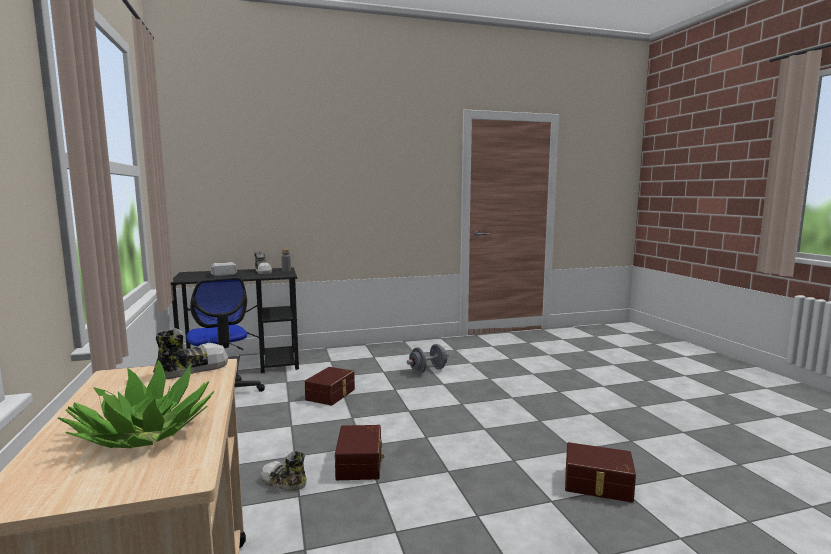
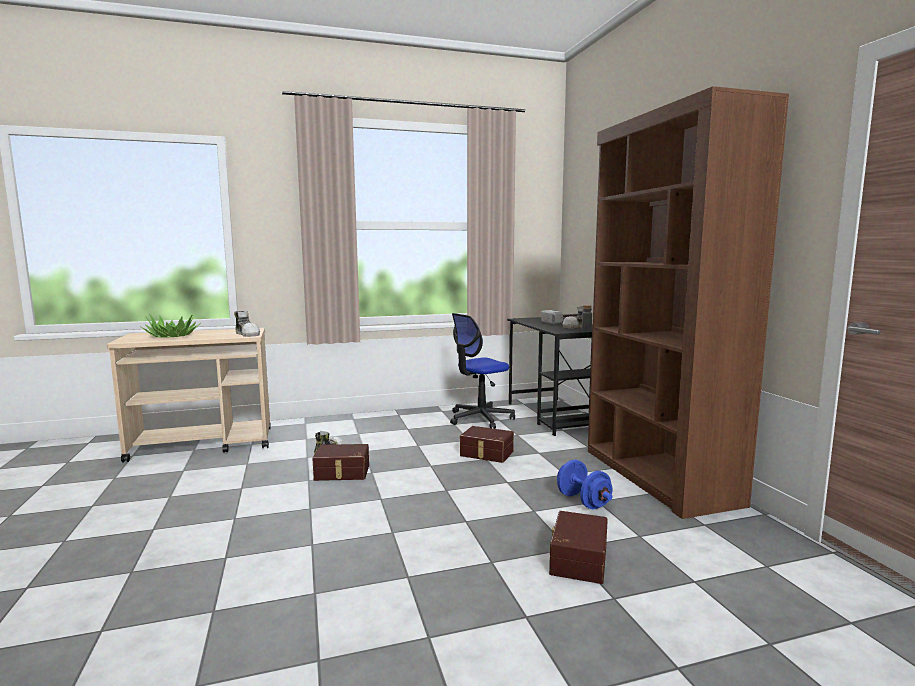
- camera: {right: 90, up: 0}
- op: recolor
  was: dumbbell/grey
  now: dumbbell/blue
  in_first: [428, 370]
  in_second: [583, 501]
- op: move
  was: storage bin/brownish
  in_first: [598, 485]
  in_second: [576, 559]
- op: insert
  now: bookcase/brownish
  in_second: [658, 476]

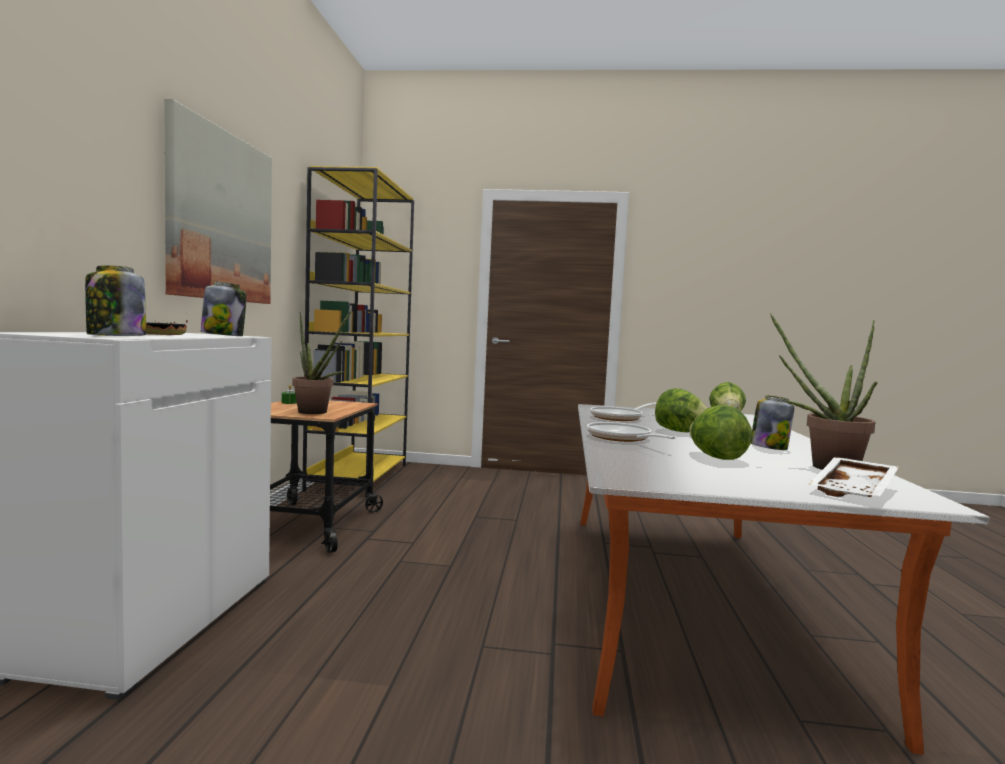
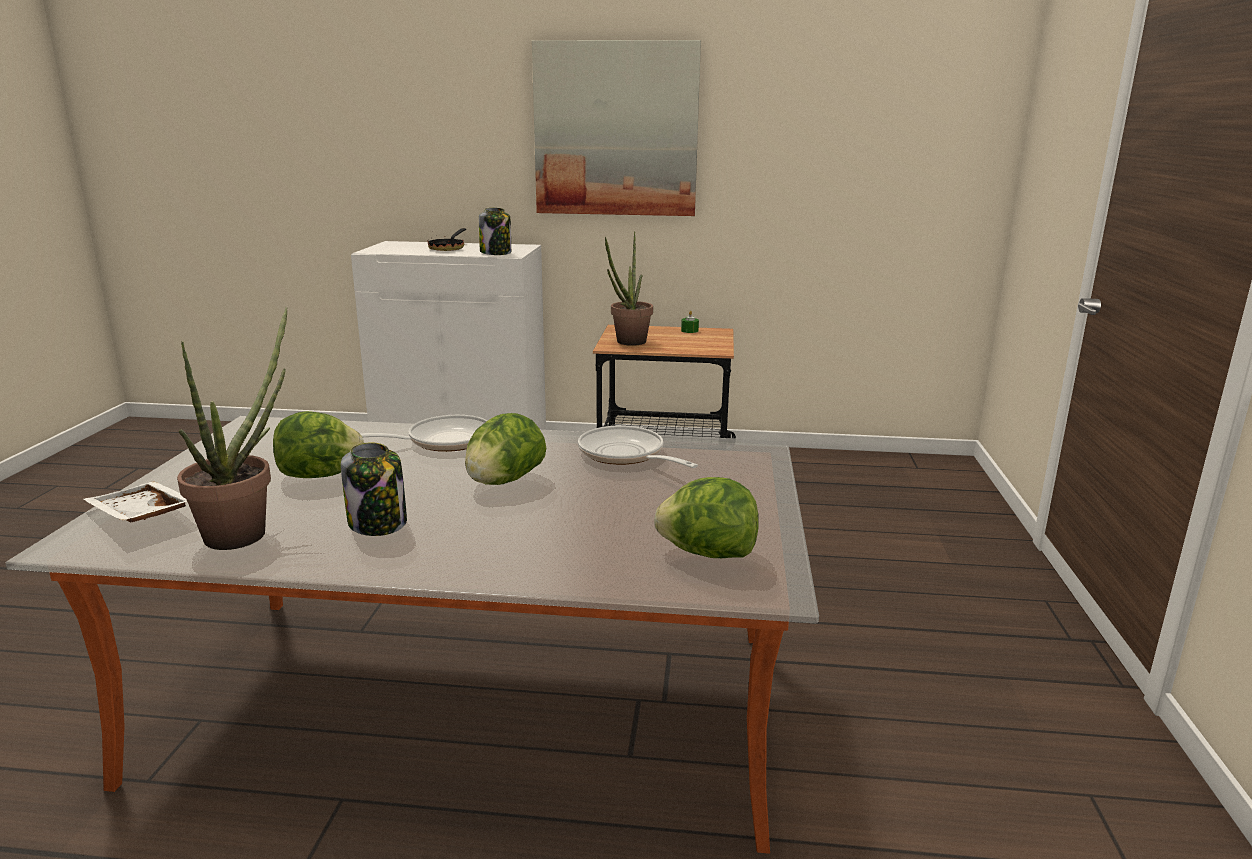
- camera: {right: 90, up: 15}
- op: delete
  was: bookcase/yellow-coloured
  in_first: [358, 477]
- op: delete
  was: storage jar
  in_first: [115, 336]

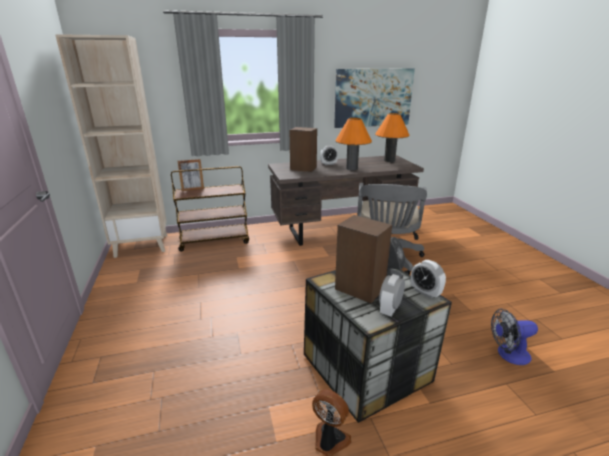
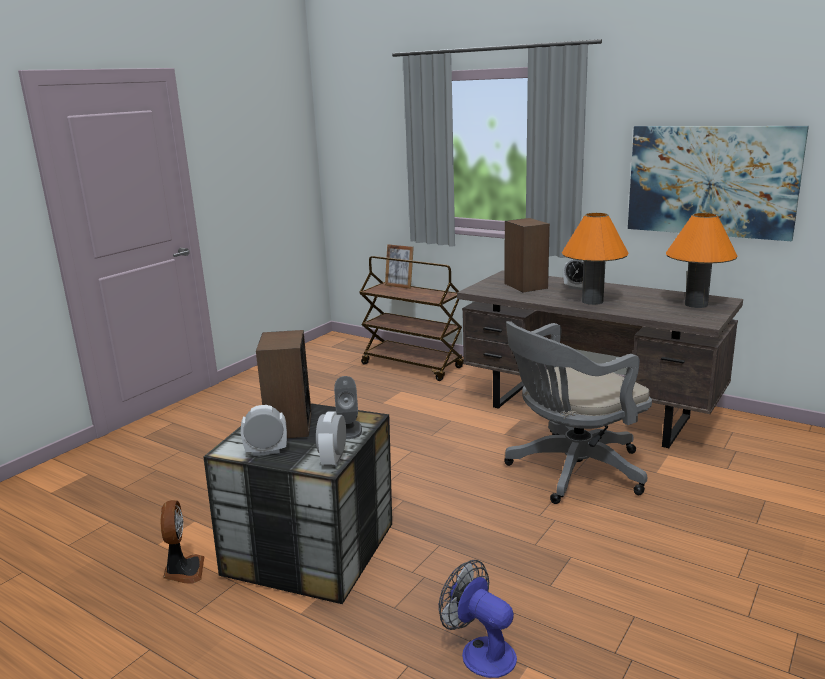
- camera: {right: 50, up: -5}
- op: delete
  was: bookcase/sand-coloured
  in_first: [142, 245]

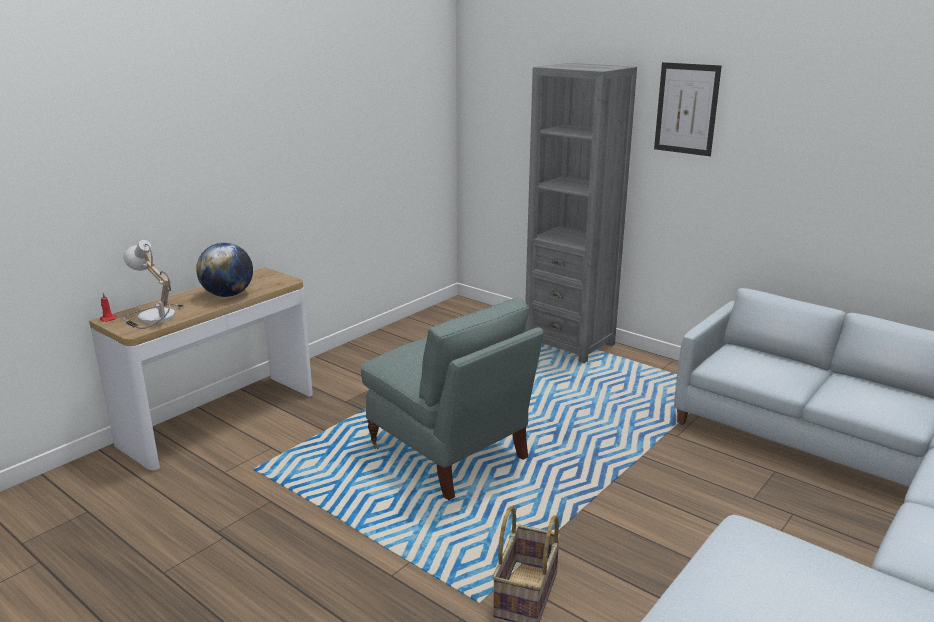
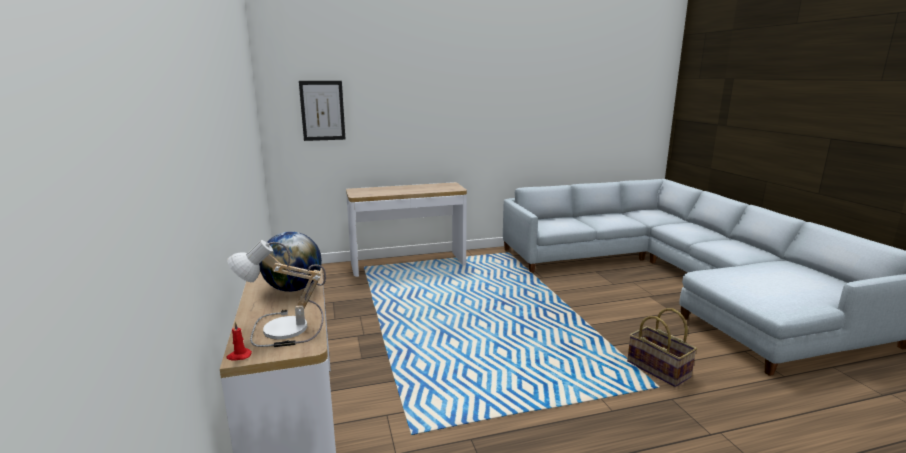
- camera: {right: -55, up: -5}
- op: move
  was: wall picture
  in_first: [686, 109]
  in_second: [322, 110]
- op: replace
  was: bookcase/grey
  now: narrow table
  in_first: [569, 344]
  in_second: [408, 264]
- op: delete
  was: easy chair/grey
  in_first: [448, 454]

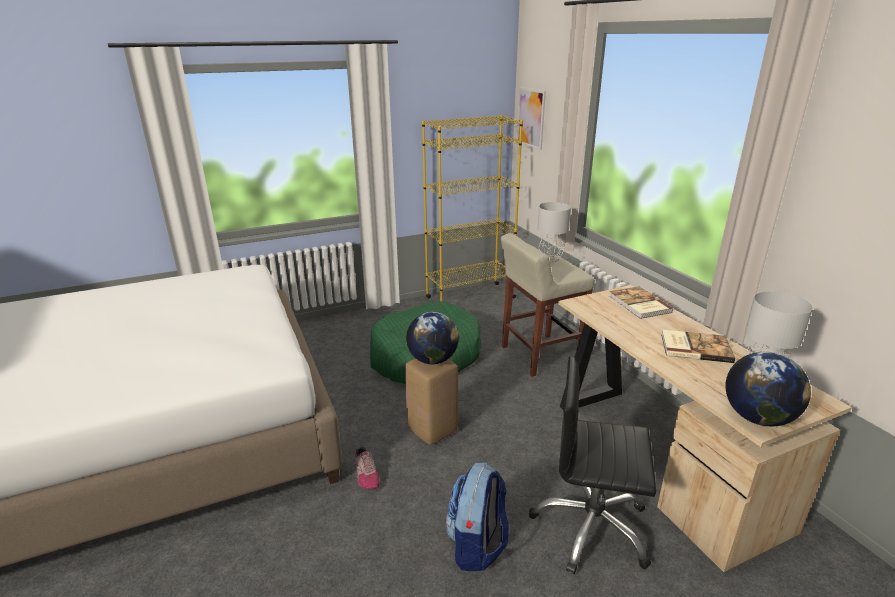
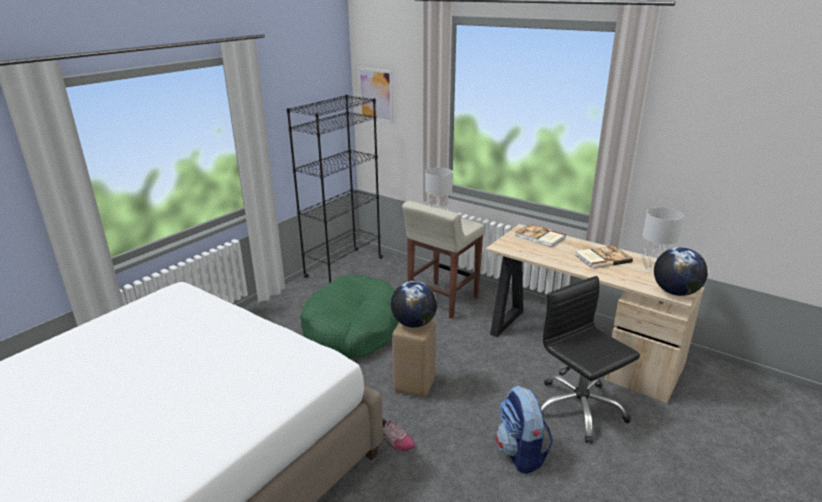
- camera: {right: -30, up: 0}
- op: recolor
  was: bookcase/yellow-coloured
  now: bookcase/black-coloured
  in_first: [470, 298]
  in_second: [343, 267]
- op: rotate
  was: office chair/black-coloured
  in_first: [591, 527]
  in_second: [578, 409]
  clockwise: 75

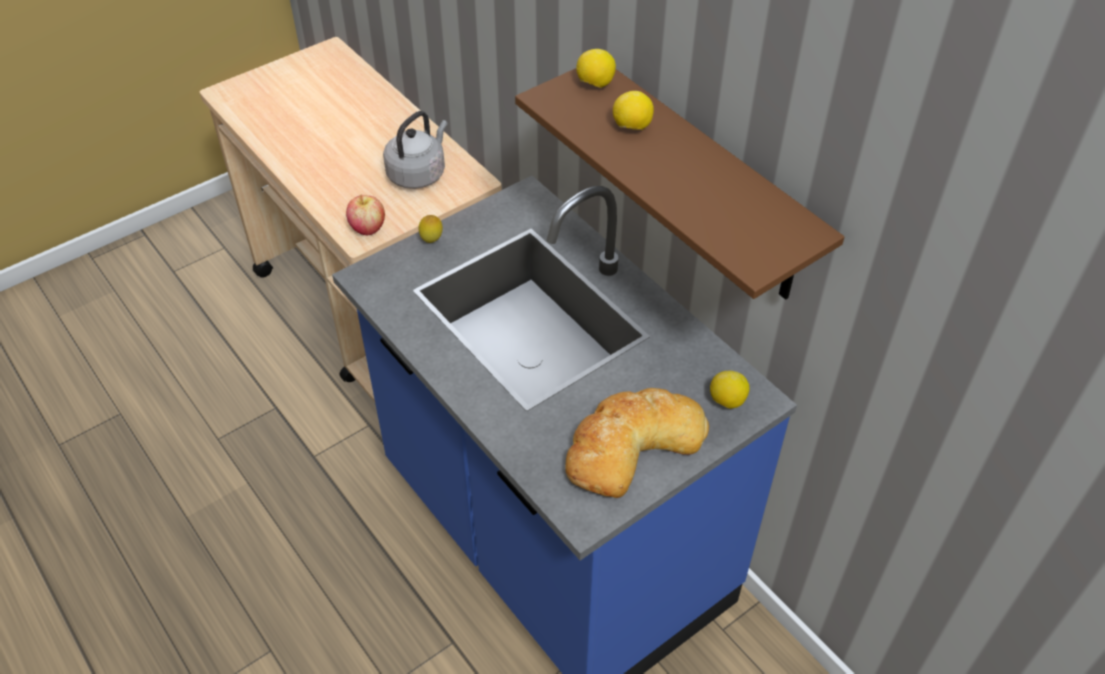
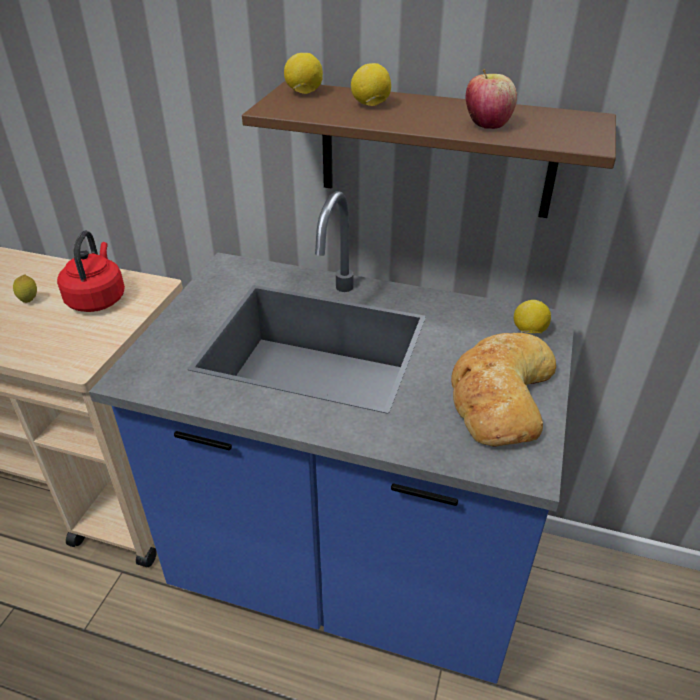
- camera: {right: -35, up: -10}
- op: recolor
  was: kettle/grey
  now: kettle/reddish
  in_first: [418, 173]
  in_second: [97, 299]
- op: move
  was: apple fruit
  in_first: [368, 228]
  in_second: [487, 125]
- op: move
  was: citrus fruit
  in_first: [432, 241]
  in_second: [29, 301]

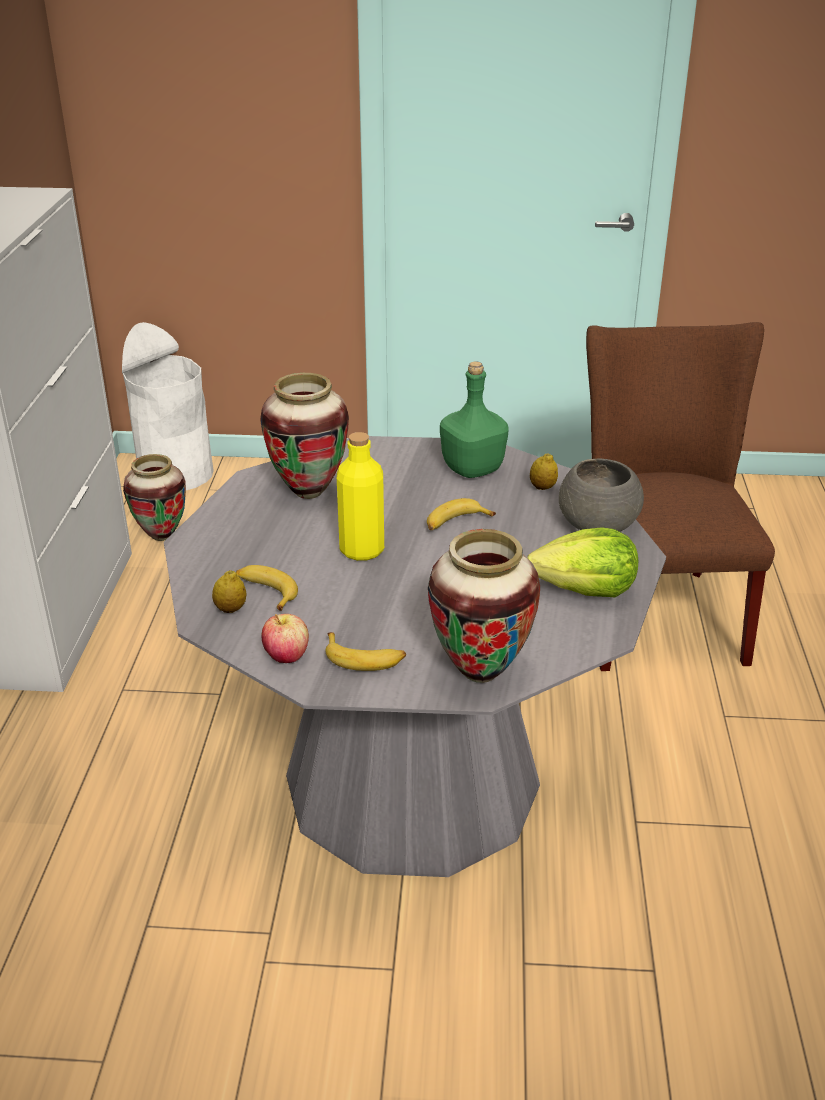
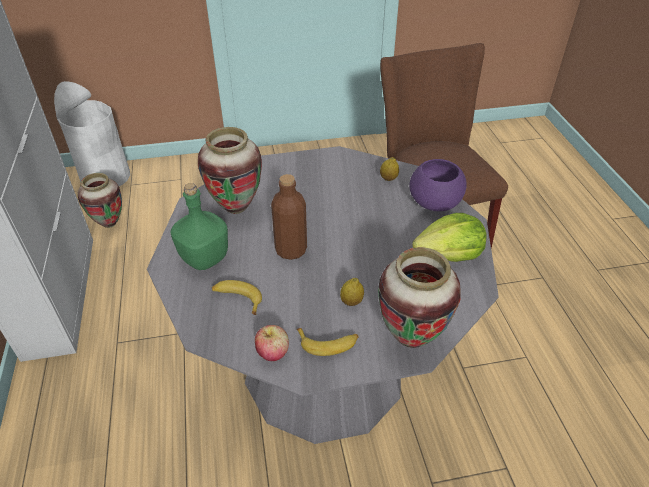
- camera: {right: -15, up: 10}
- op: move
  was: bottle/green
  in_first: [473, 468]
  in_second: [205, 257]
- op: recolor
  was: bottle/yellow-coloured
  now: bottle/brownish
  in_first: [362, 550]
  in_second: [291, 250]
- op: recolor
  was: bowl/grey
  now: bowl/purple
  in_first: [597, 526]
  in_second: [435, 203]
- op: delete
  was: whole banana
  in_first: [455, 523]
- op: move
  was: citrus fruit
  in_first: [230, 609]
  in_second: [351, 302]

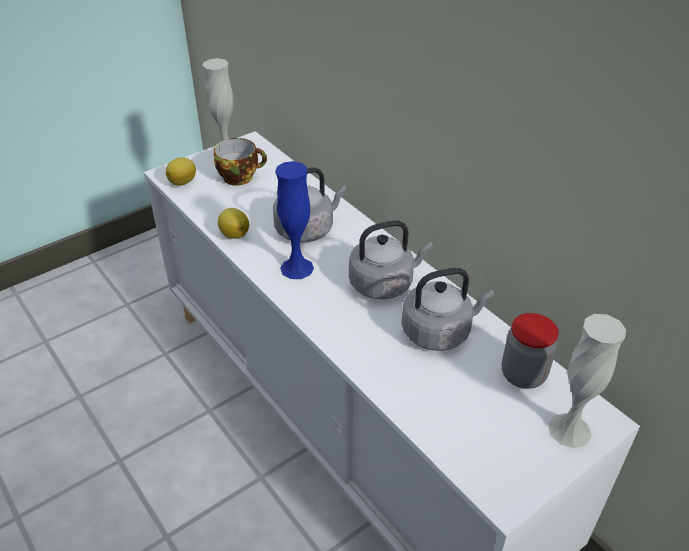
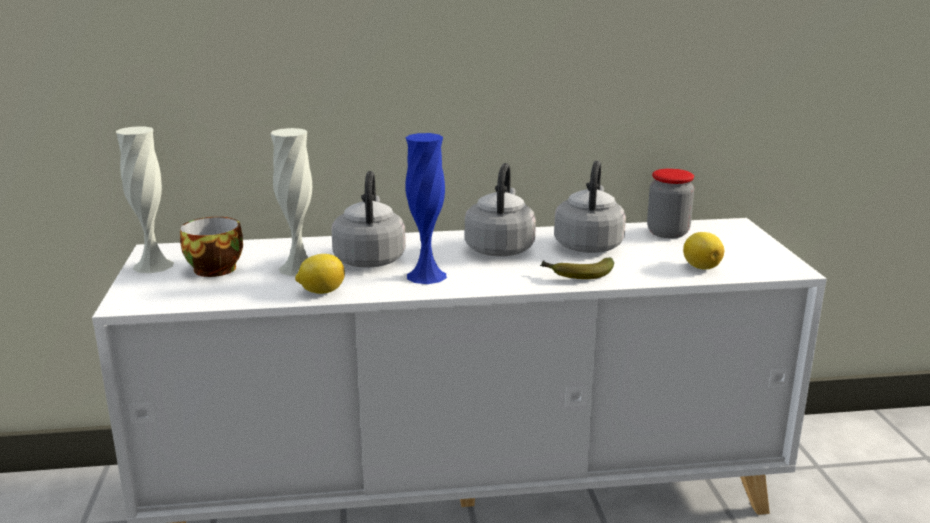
- camera: {right: -60, up: -20}
- op: move
  was: citrus fruit
  in_first: [183, 182]
  in_second: [701, 267]
- op: move
  was: flower vase/whitish
  in_first: [569, 430]
  in_second: [299, 268]
- op: insert
  now: whole banana
  in_second: [577, 275]

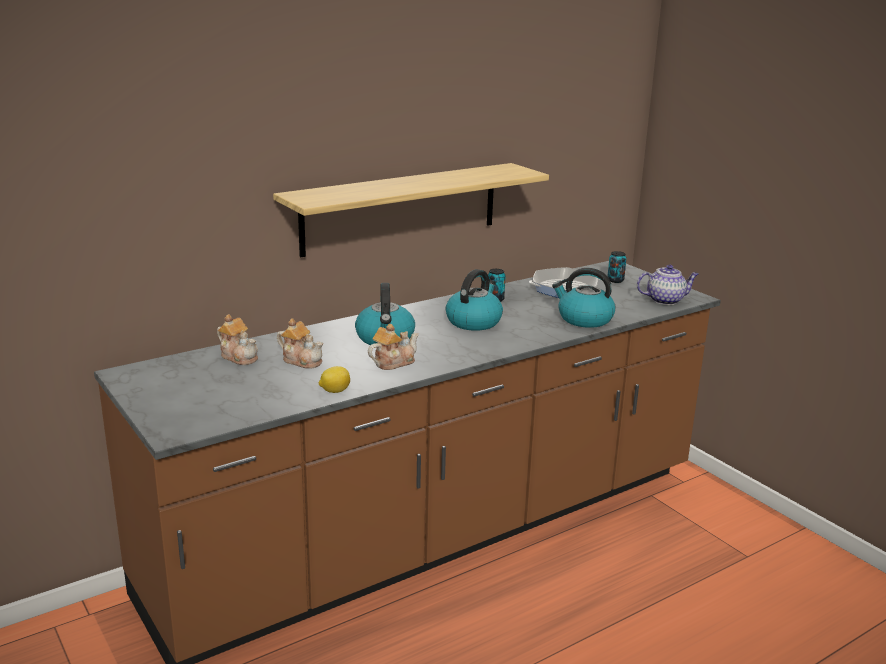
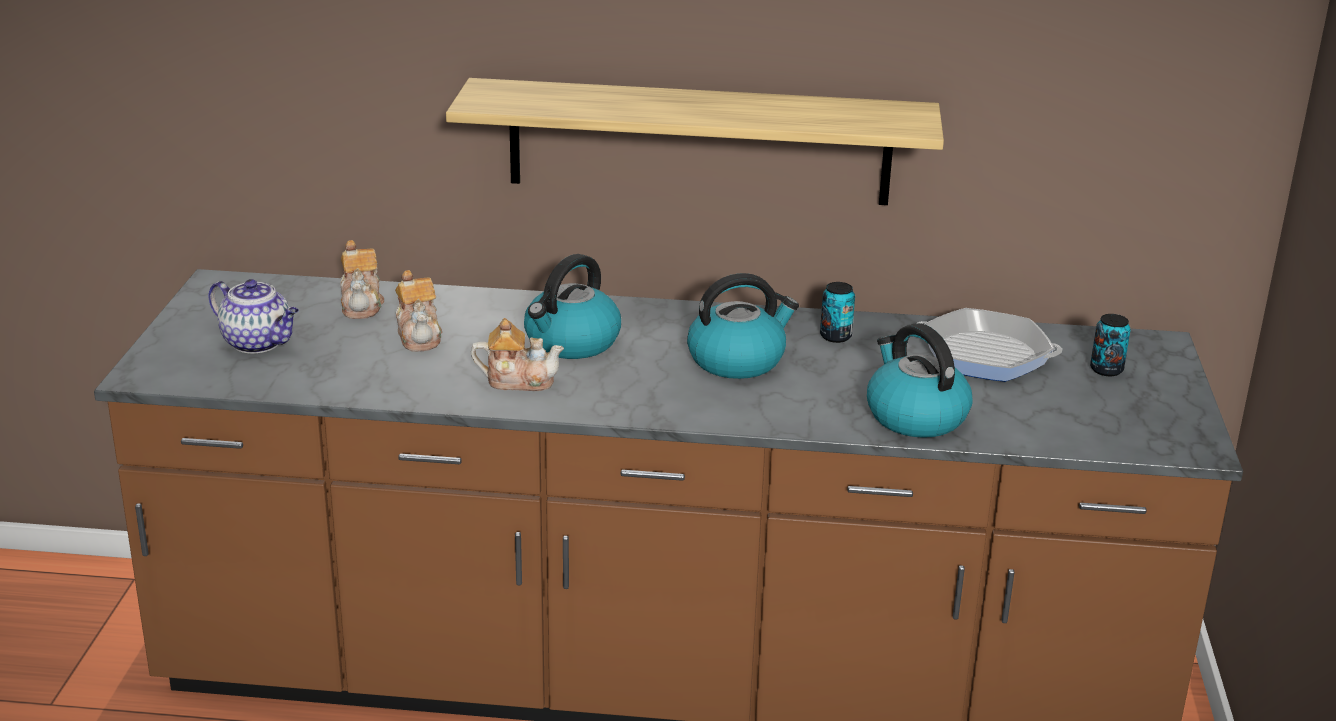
- camera: {right: 40, up: 5}
- op: move
  was: teapot
  in_first: [665, 300]
  in_second: [259, 343]
- op: delete
  was: citrus fruit
  in_first: [334, 391]

